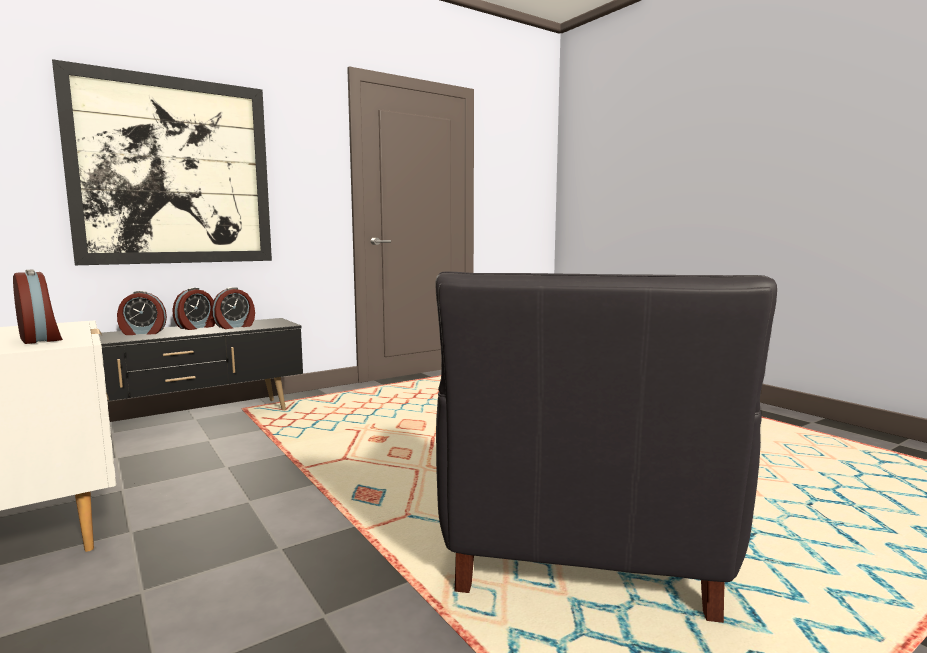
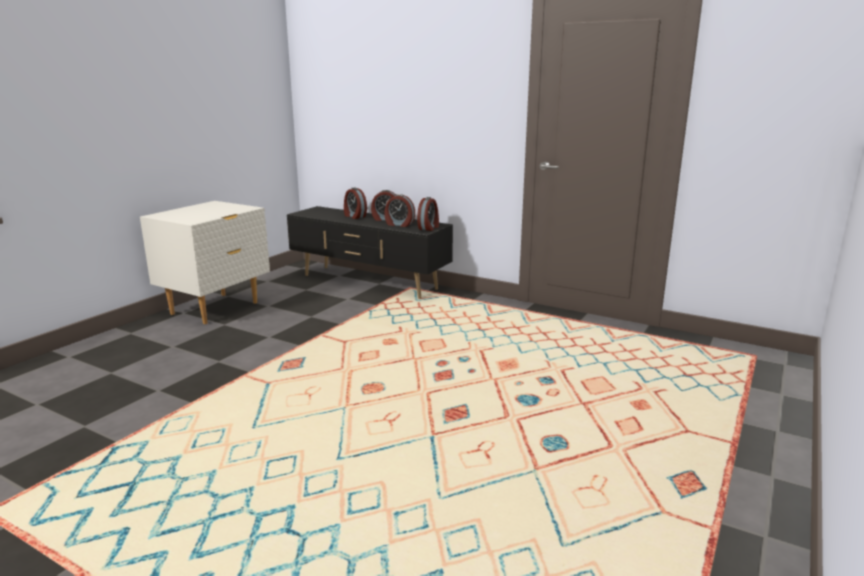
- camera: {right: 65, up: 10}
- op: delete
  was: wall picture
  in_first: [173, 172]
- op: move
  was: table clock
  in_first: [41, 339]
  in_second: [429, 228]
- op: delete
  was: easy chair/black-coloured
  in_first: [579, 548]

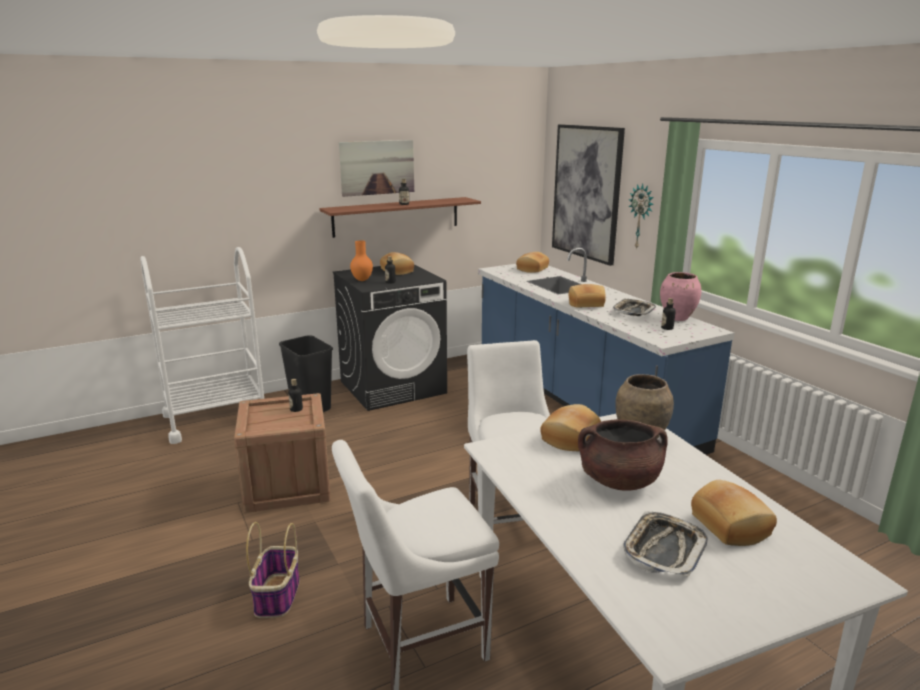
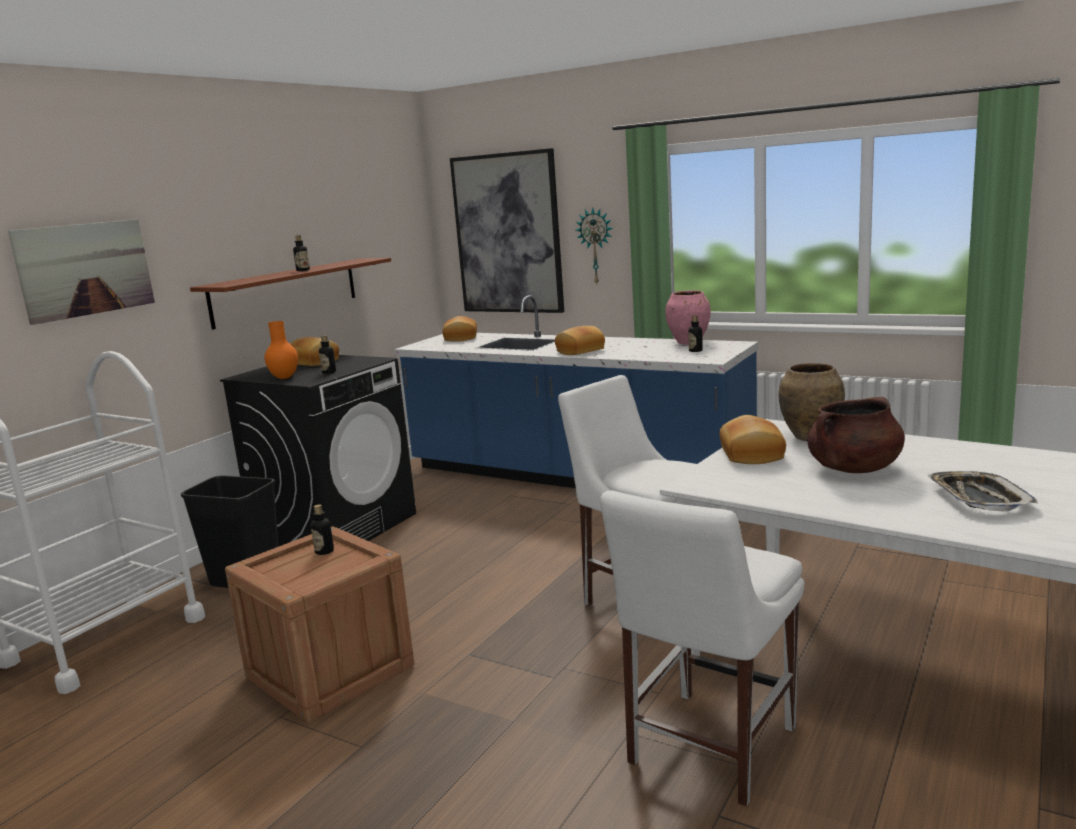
- camera: {right: -30, up: -5}
- op: move
  was: wall picture
  in_first: [377, 167]
  in_second: [85, 269]
- op: delete
  was: tray
  in_first: [633, 311]
- op: delete
  was: bakery bread
  in_first: [732, 525]
- op: delete
  was: household basket
  in_first: [277, 596]

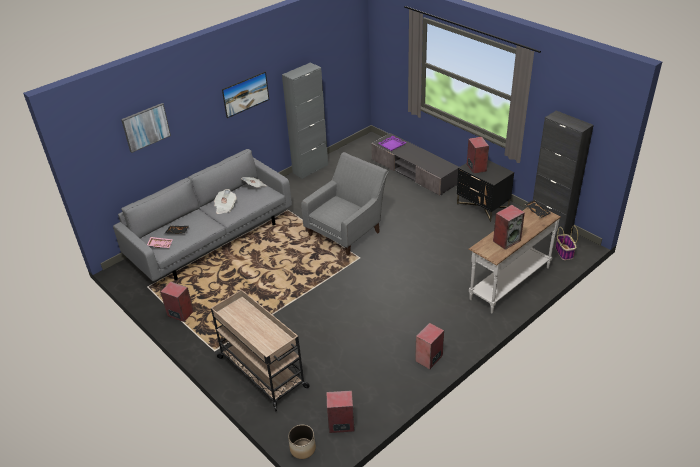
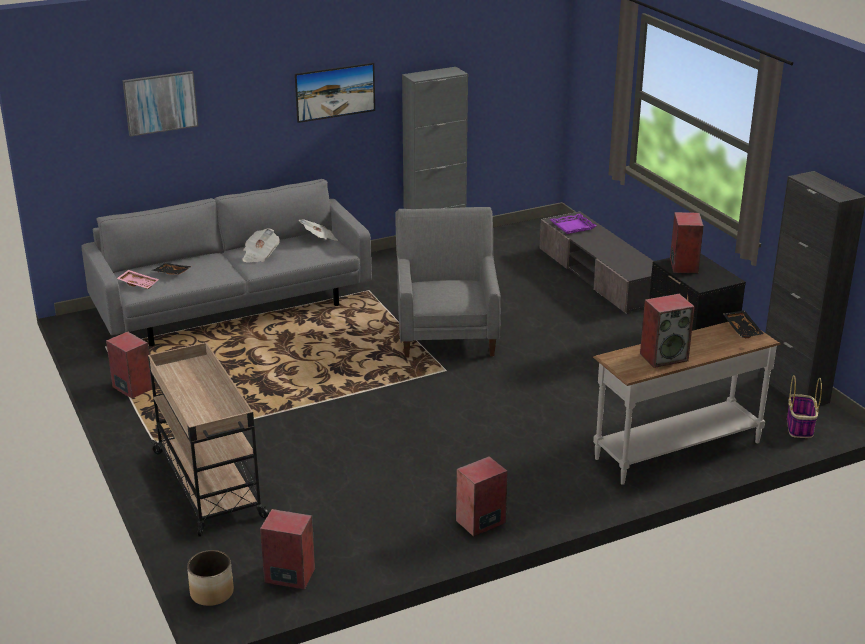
- camera: {right: 15, up: -10}
- op: rotate
  was: easy chair/grey
  in_first: [347, 231]
  in_second: [446, 332]
  clockwise: -60

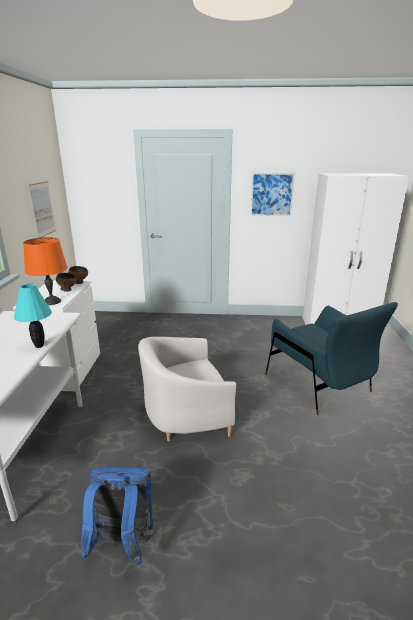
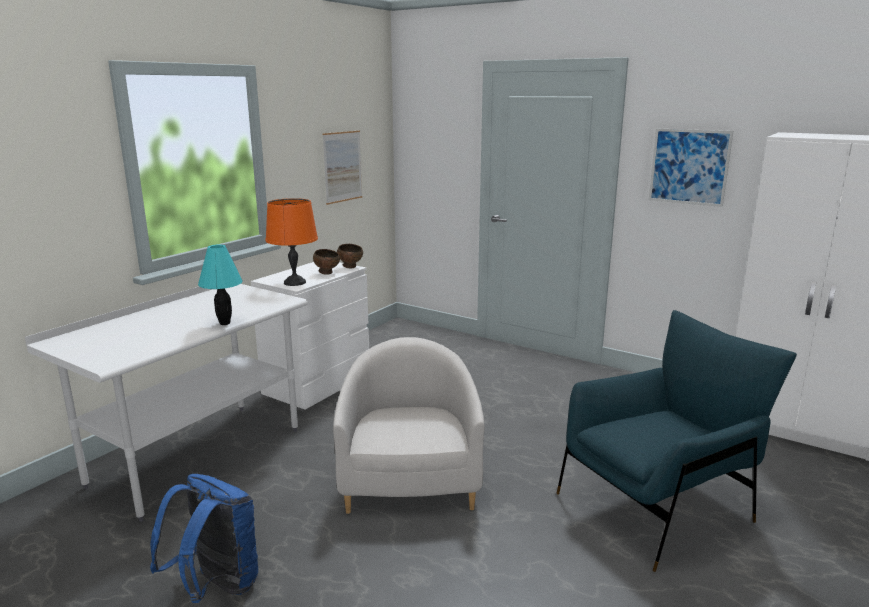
- camera: {right: 30, up: -5}
- op: rotate
  was: easy chair/blue
  in_first: [319, 385]
  in_second: [657, 505]
  clockwise: -120
- op: rotate
  was: easy chair/whitish
  in_first: [187, 416]
  in_second: [409, 481]
  clockwise: 75

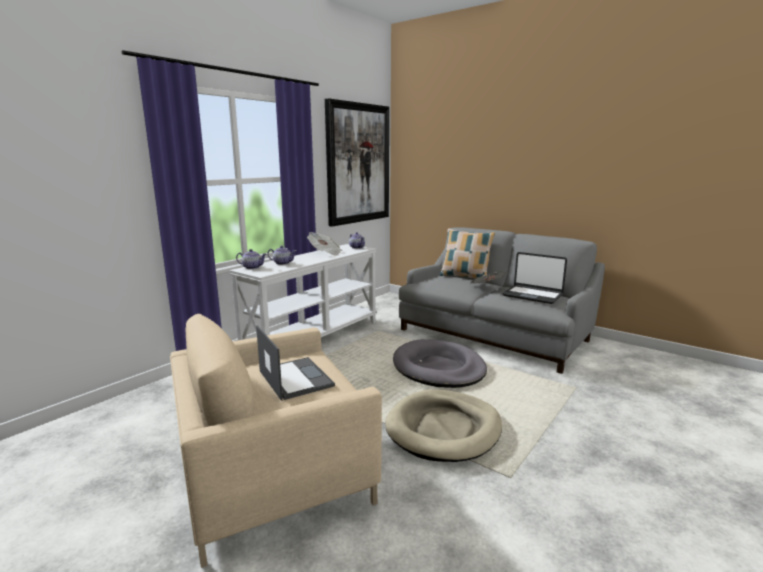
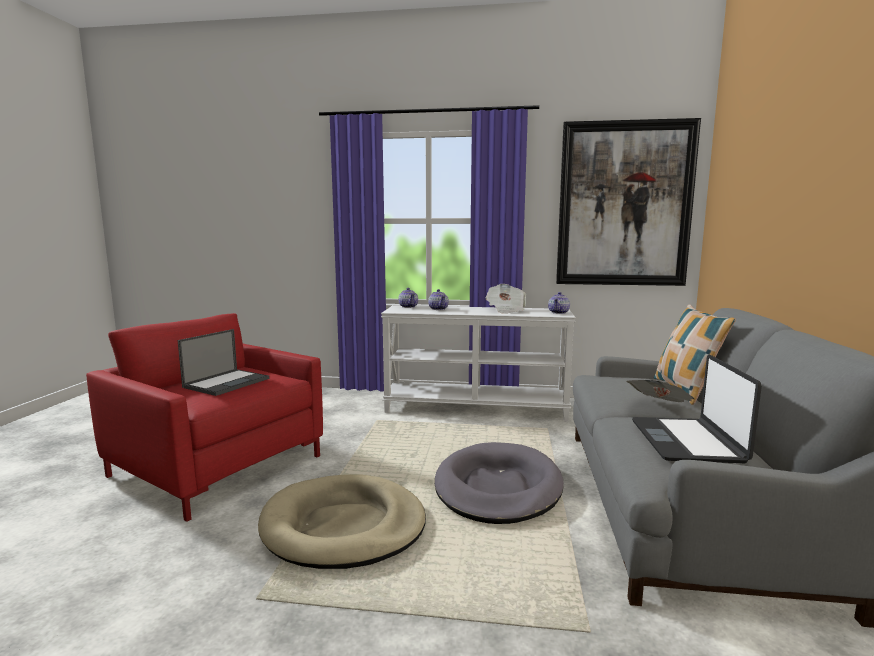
- camera: {right: 60, up: -5}
- op: recolor
  was: easy chair/sand-coloured
  now: easy chair/reddish
  in_first: [274, 475]
  in_second: [218, 466]

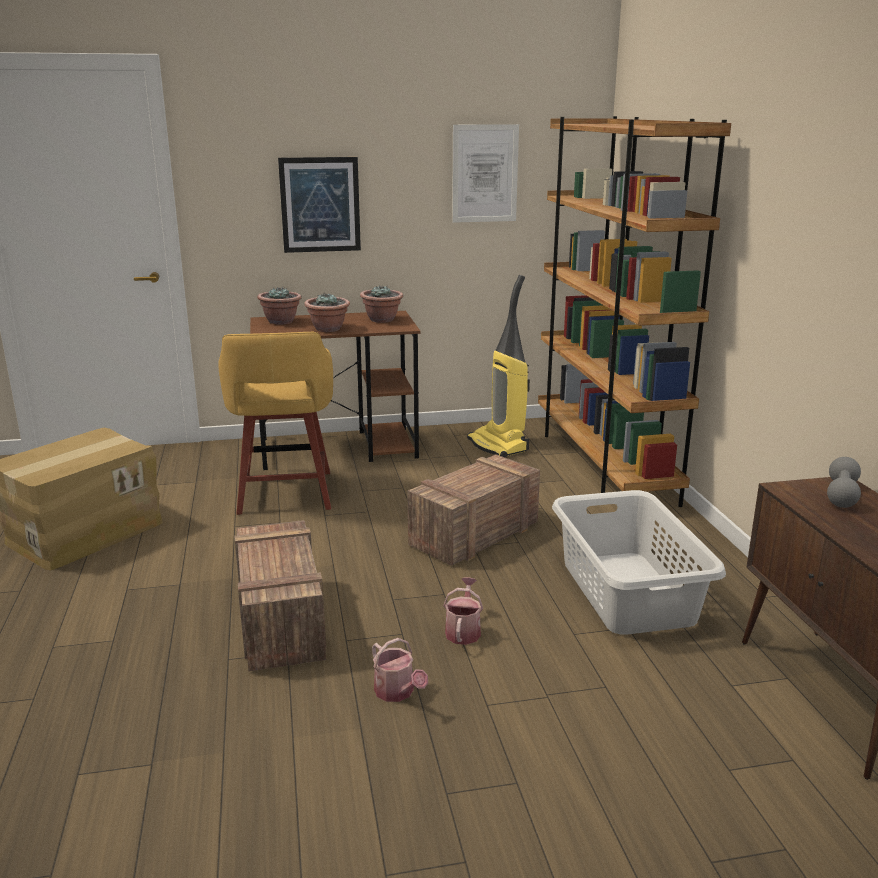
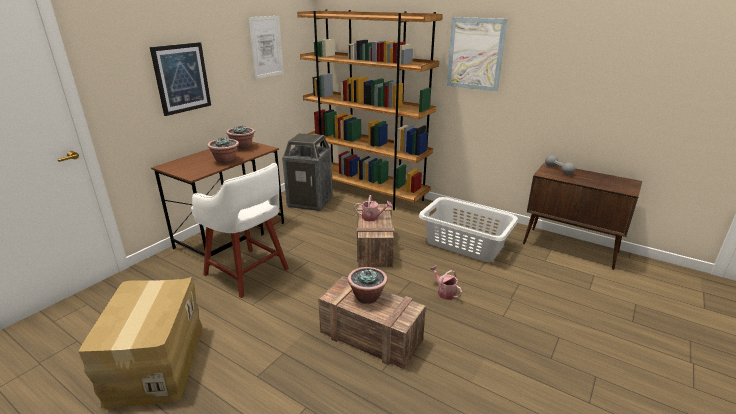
- camera: {right: -45, up: 5}
- op: replace
  was: hoover
  now: waste bin
  in_first: [499, 445]
  in_second: [310, 201]
- op: move
  was: potted plant
  in_first: [281, 322]
  in_second: [367, 297]
- op: recolor
  was: sitting stool/yellow-coloured
  now: sitting stool/whitish
  in_first: [284, 494]
  in_second: [248, 273]
- op: move
  was: watering can
  in_first: [397, 693]
  in_second: [372, 217]
- op: insert
  now: wall picture
  in_second: [475, 54]

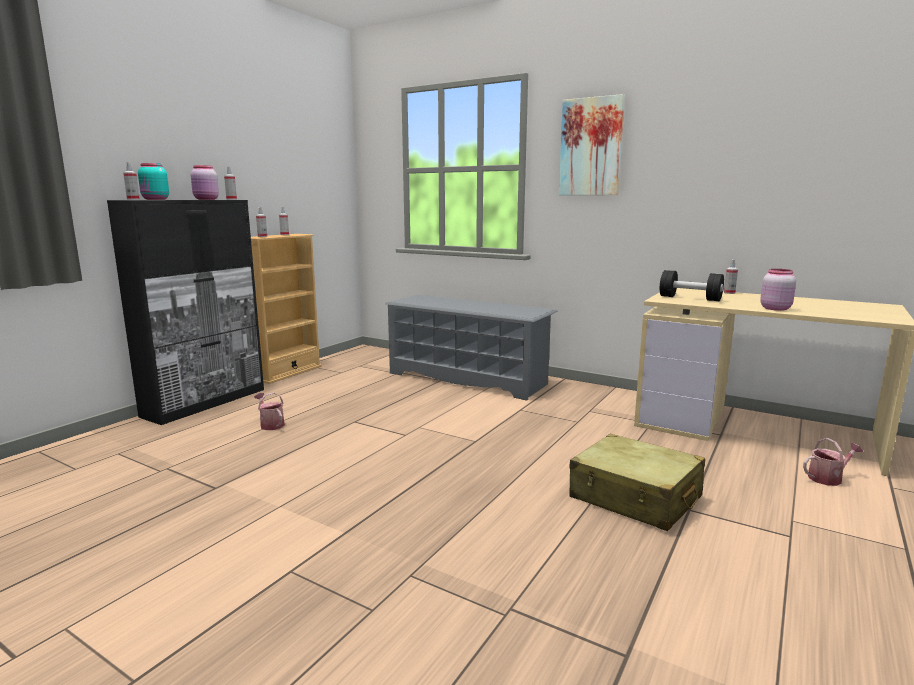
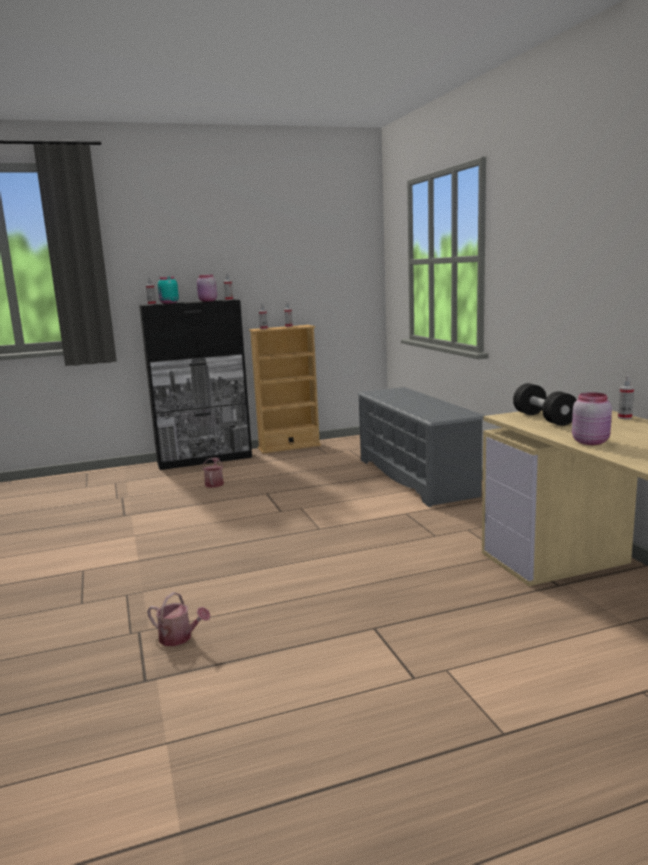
- camera: {right: 40, up: 0}
- op: delete
  was: wall picture
  in_first: [591, 147]
- op: delete
  was: piece of luggage/sand-coloured
  in_first: [635, 498]
- op: move
  was: watering can
  in_first: [828, 478]
  in_second: [179, 638]

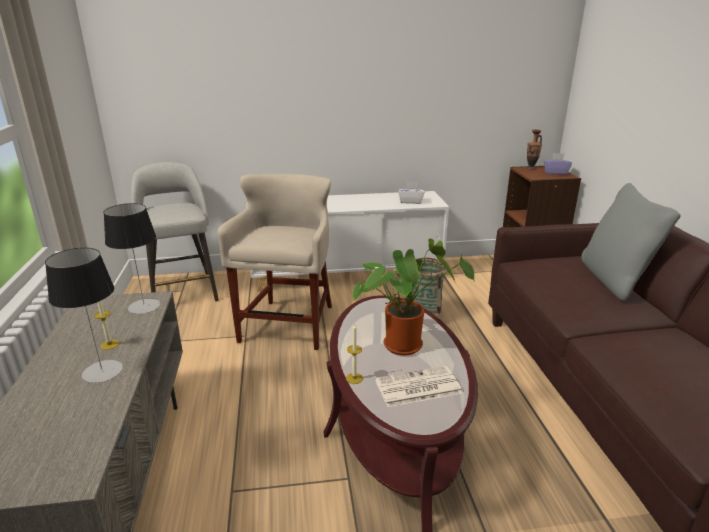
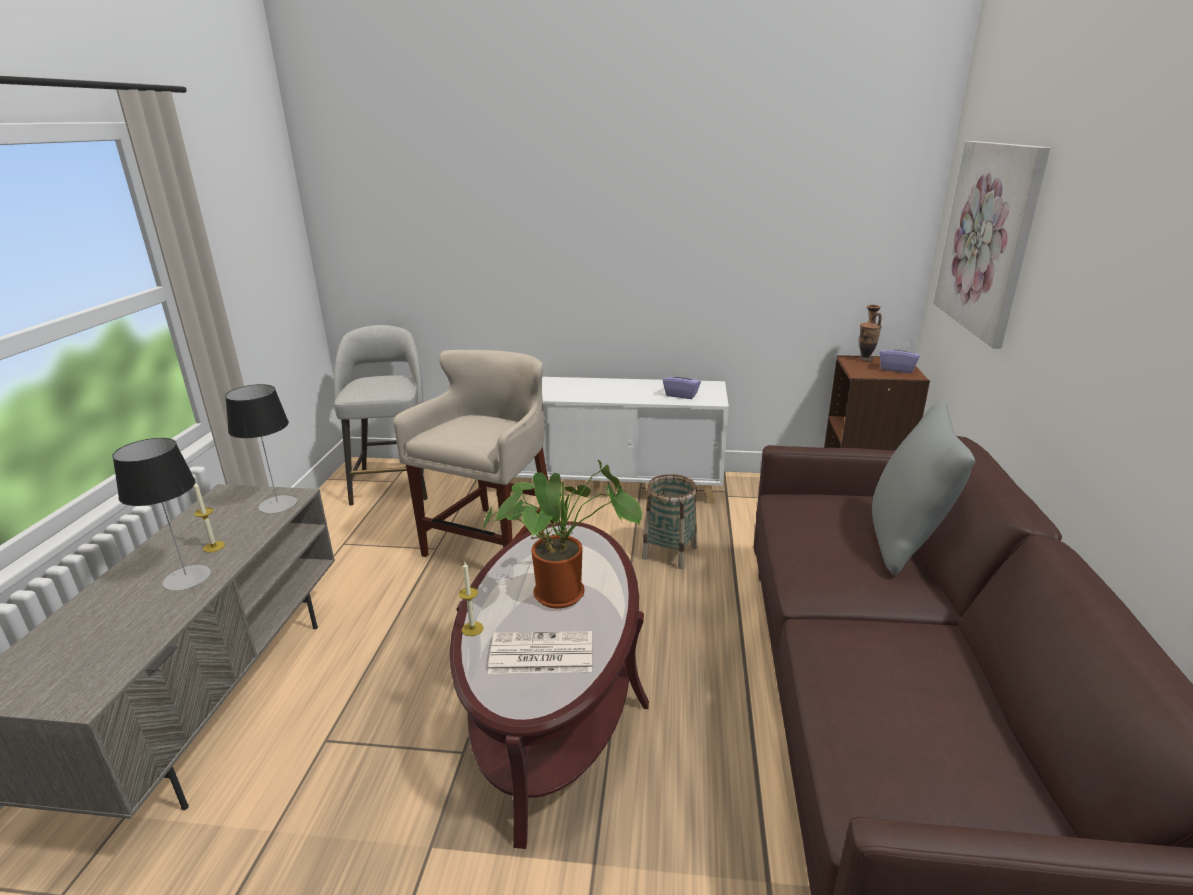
- camera: {right: 15, up: 0}
- op: recolor
  was: box of tissues/whitish
  now: box of tissues/purple
  in_first: [411, 201]
  in_second: [681, 395]
- op: insert
  now: wall picture
  in_second: [987, 238]

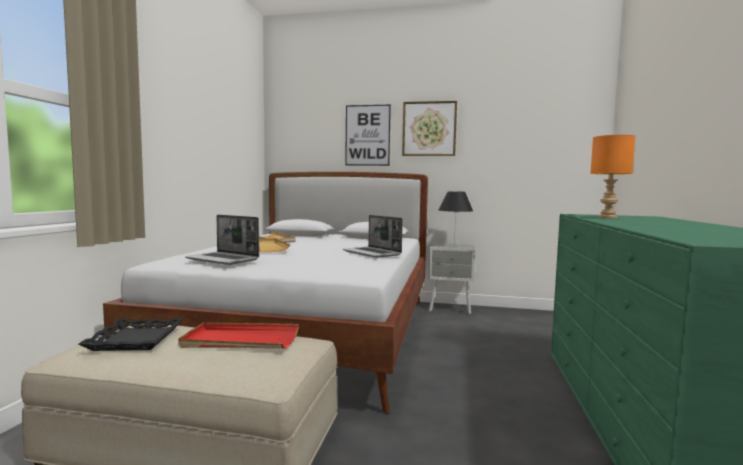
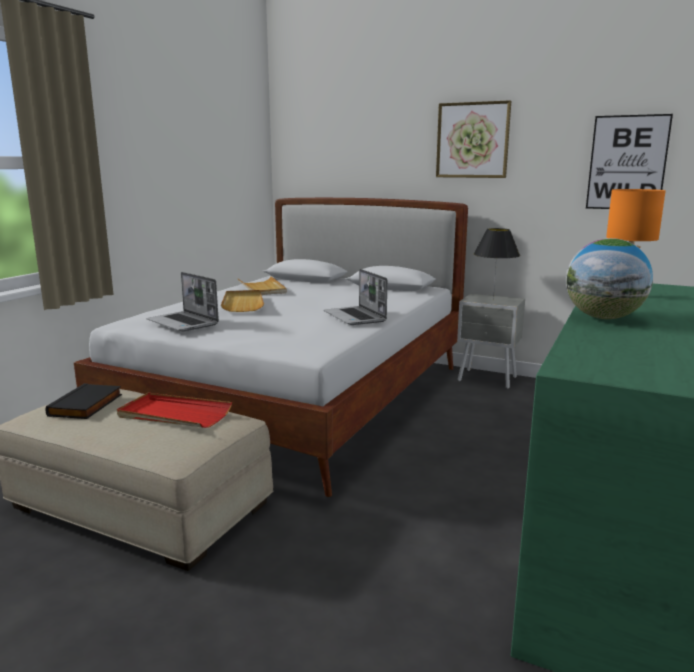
- camera: {right: 15, up: 10}
- op: move
  was: wall picture
  in_first: [367, 135]
  in_second: [627, 163]
- op: replace
  was: tray/black-coloured
  now: bound book/black-coloured
  in_first: [136, 339]
  in_second: [87, 405]
- op: insert
  now: desk globe
  in_second: [603, 318]

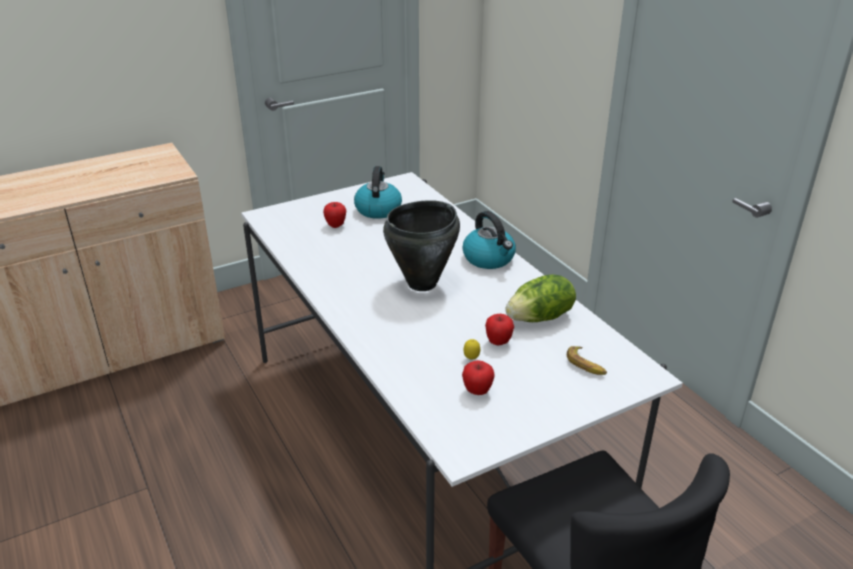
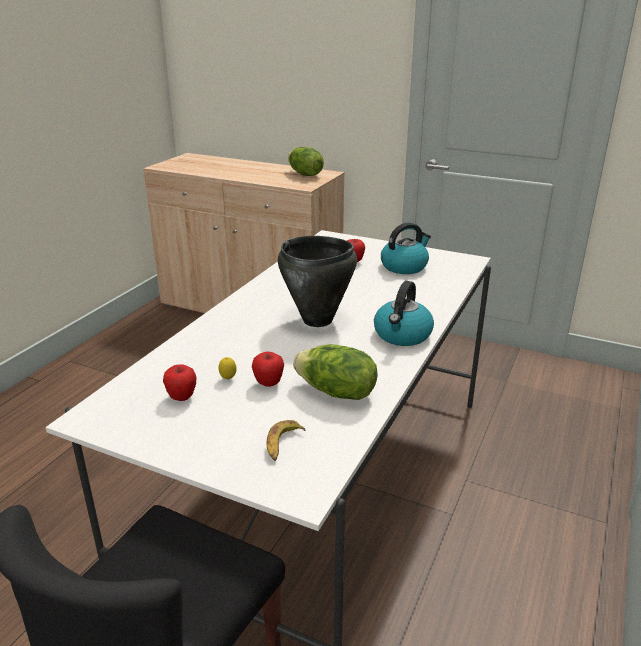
- camera: {right: 55, up: -5}
- op: insert
  now: lettuce
  in_second: [304, 174]

